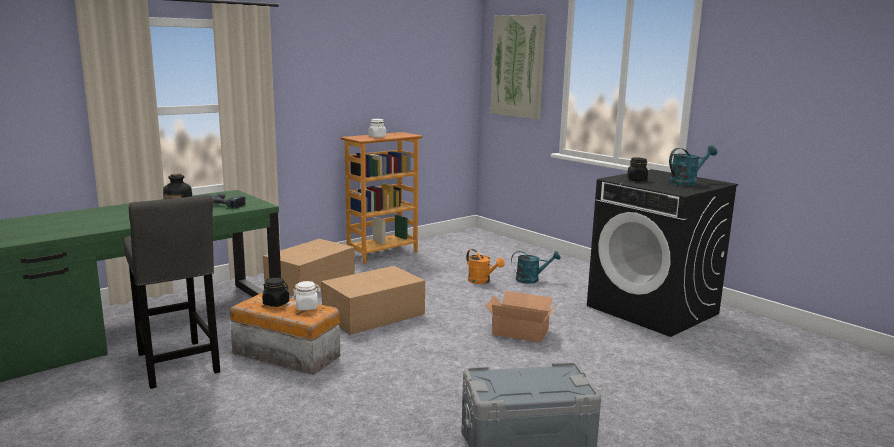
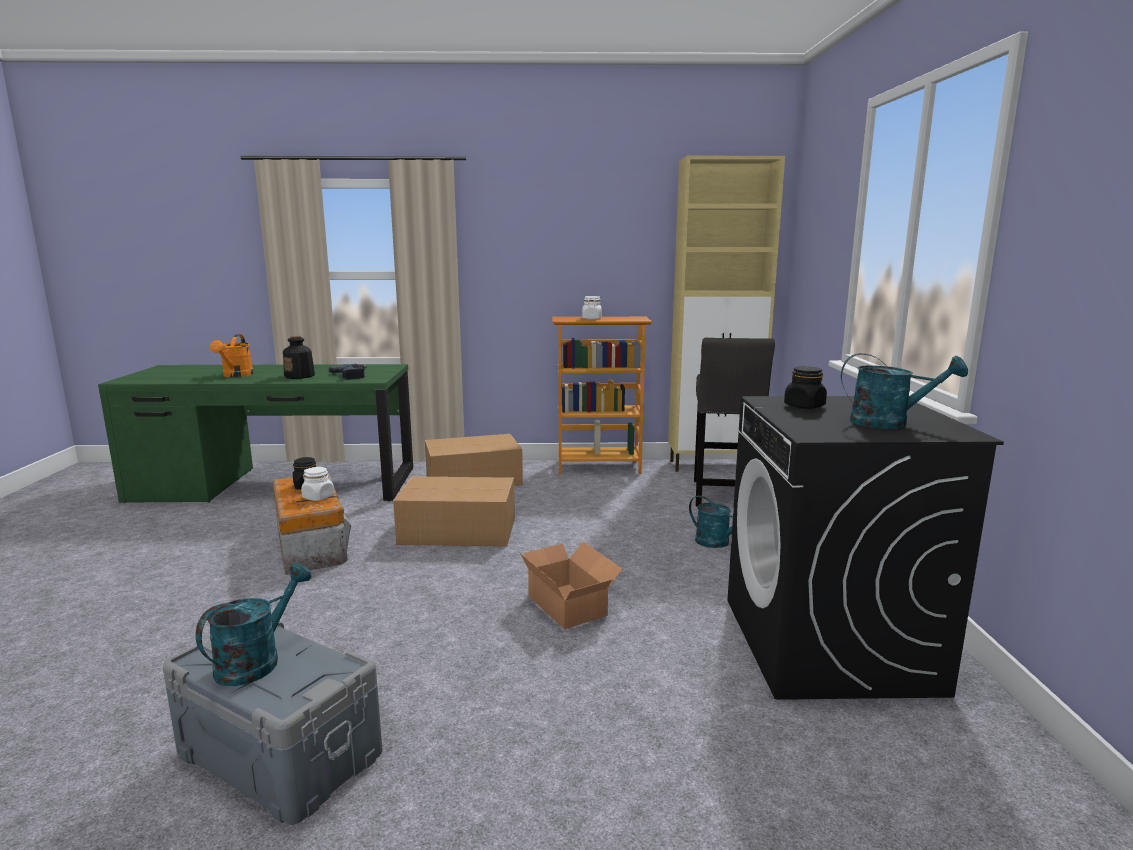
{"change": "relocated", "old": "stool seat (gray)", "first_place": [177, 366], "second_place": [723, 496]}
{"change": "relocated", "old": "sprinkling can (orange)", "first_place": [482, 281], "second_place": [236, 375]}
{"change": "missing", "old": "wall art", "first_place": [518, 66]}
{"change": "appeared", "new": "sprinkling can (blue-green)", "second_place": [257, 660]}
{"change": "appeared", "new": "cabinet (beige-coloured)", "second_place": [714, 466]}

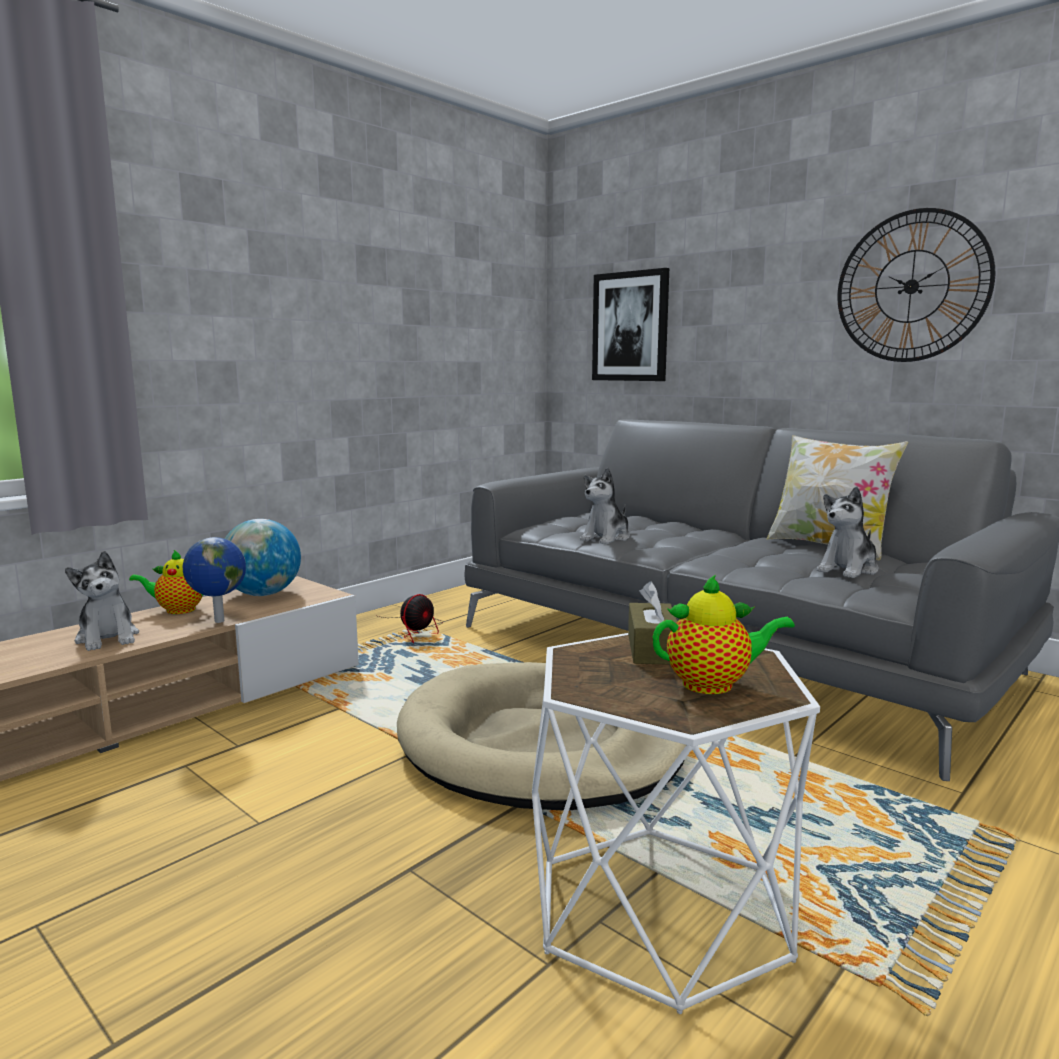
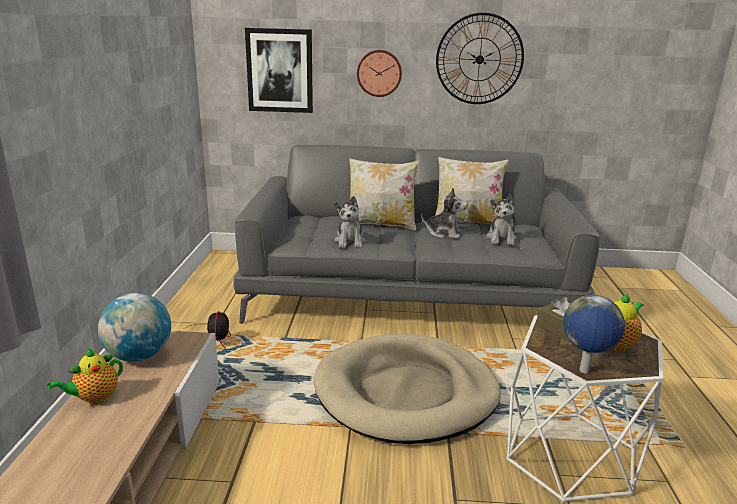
{"change": "relocated", "old": "soft toy", "first_place": [108, 638], "second_place": [444, 233]}
{"change": "relocated", "old": "world globe", "first_place": [218, 621], "second_place": [584, 371]}
{"change": "appeared", "new": "pillow", "second_place": [381, 224]}
{"change": "appeared", "new": "clock on the wall", "second_place": [379, 73]}

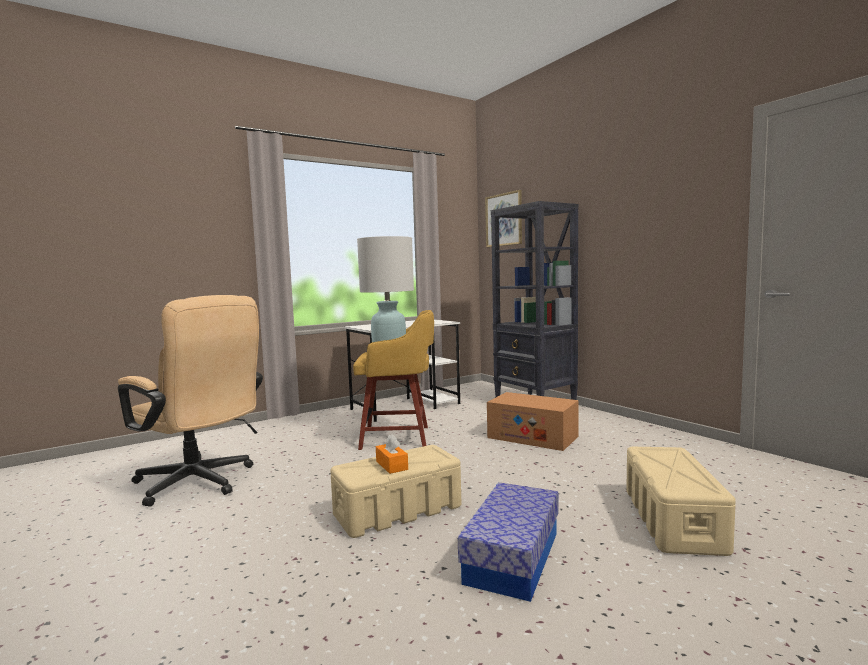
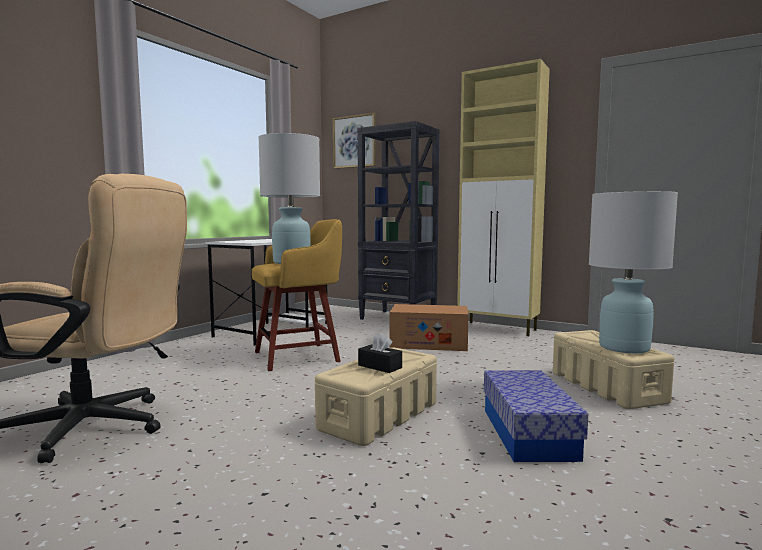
{"change": "colour", "old": "tissue holder (orange)", "new": "tissue holder (blackish)", "first_place": [391, 465], "second_place": [380, 366]}
{"change": "appeared", "new": "cabinet (beige-coloured)", "second_place": [498, 329]}
{"change": "appeared", "new": "table lamp (white)", "second_place": [624, 347]}

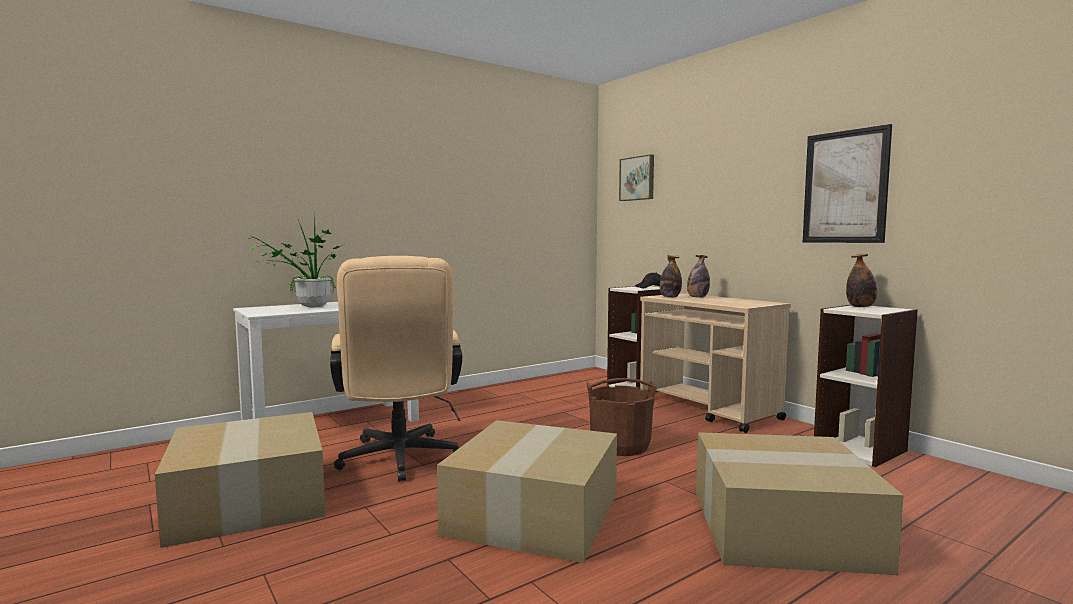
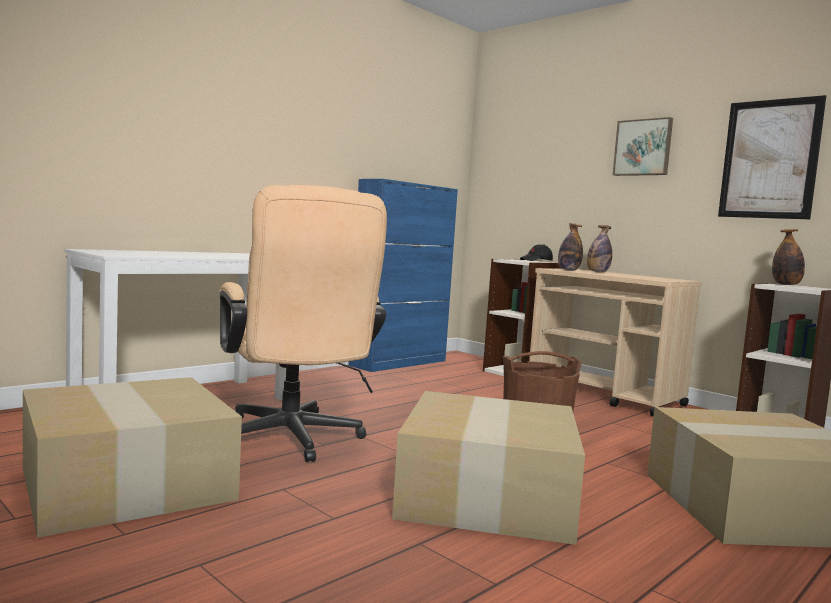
{"change": "missing", "old": "plant in a pot", "first_place": [306, 307]}
{"change": "relocated", "old": "wall art", "first_place": [637, 178], "second_place": [643, 147]}
{"change": "appeared", "new": "cabinet (bluish)", "second_place": [399, 363]}

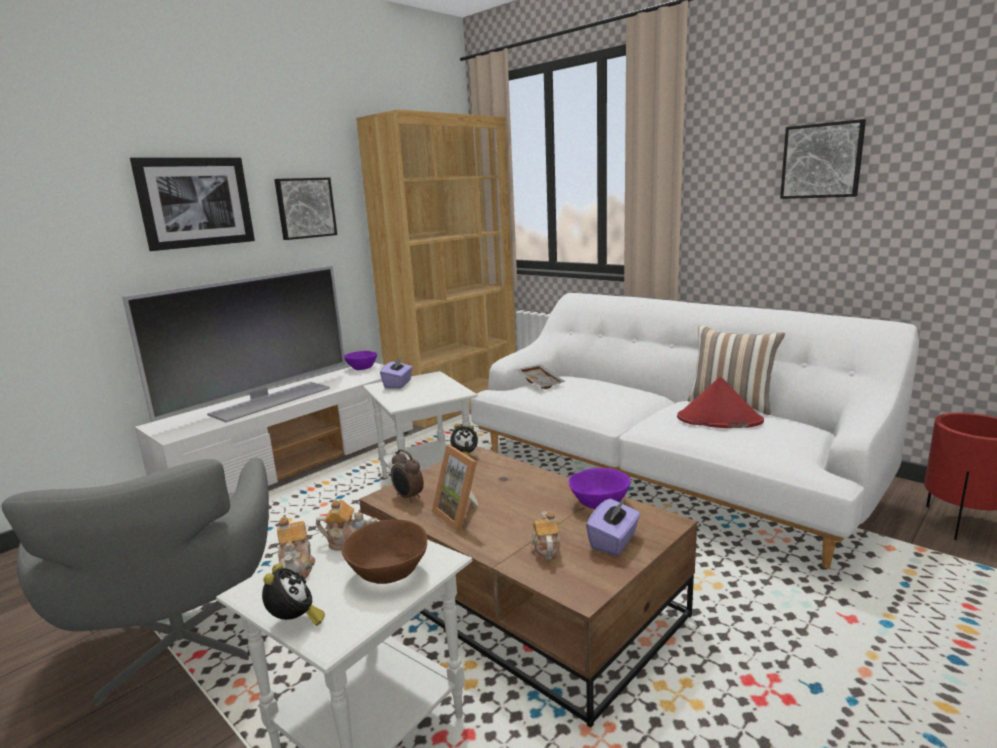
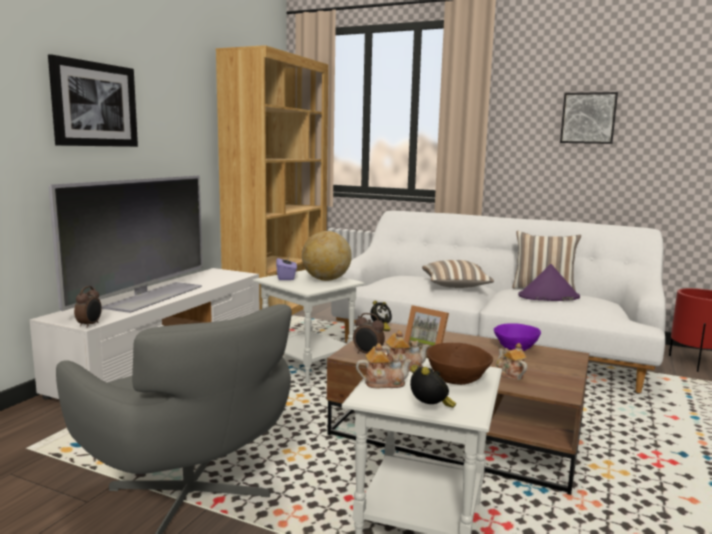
{"change": "missing", "old": "wall art", "first_place": [305, 208]}
{"change": "spun", "old": "teapot", "first_place": [297, 567], "second_place": [383, 383], "degrees": -60}
{"change": "missing", "old": "serving bowl (purple)", "first_place": [362, 368]}
{"change": "missing", "old": "carrying tray (gray)", "first_place": [541, 382]}
{"change": "missing", "old": "tissue holder (purple)", "first_place": [614, 541]}
{"change": "colour", "old": "clothing hat (red-coloured)", "new": "clothing hat (purple)", "first_place": [719, 420], "second_place": [548, 297]}
{"change": "appeared", "new": "alarm clock", "second_place": [90, 325]}
{"change": "appeared", "new": "world globe", "second_place": [326, 280]}
{"change": "appeared", "new": "pillow", "second_place": [456, 286]}

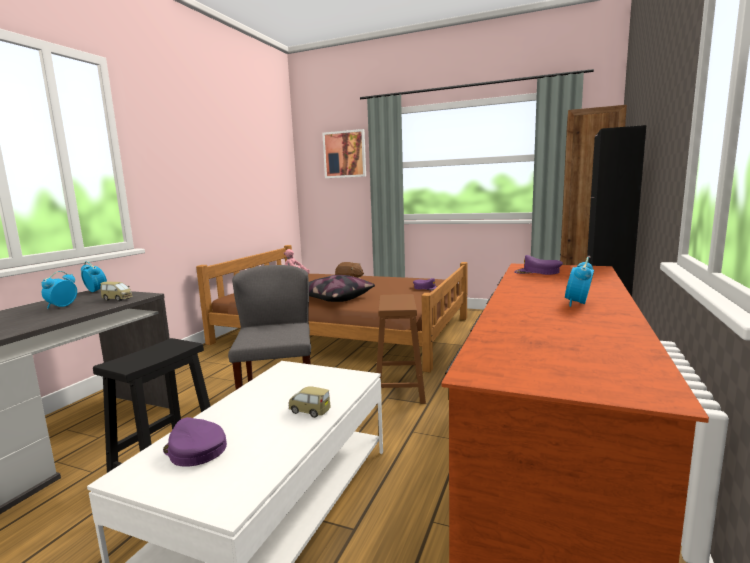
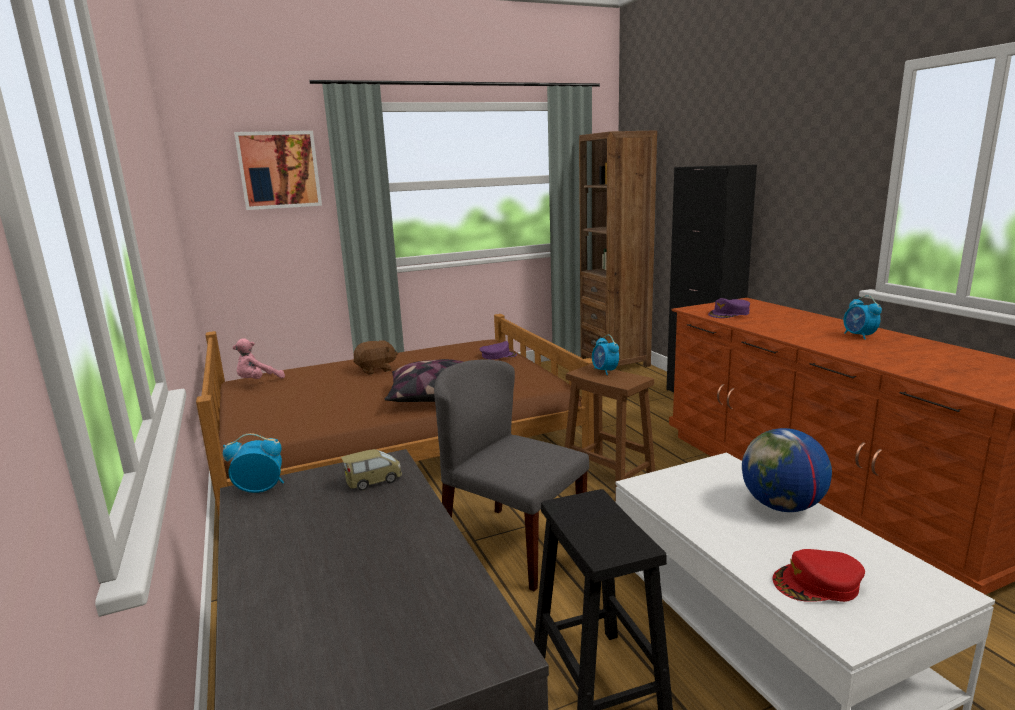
{"change": "relocated", "old": "alarm clock", "first_place": [61, 306], "second_place": [605, 371]}
{"change": "colour", "old": "peaked cap (purple)", "new": "peaked cap (red-coloured)", "first_place": [195, 449], "second_place": [817, 584]}
{"change": "exchanged", "old": "miniature car", "new": "world globe", "first_place": [309, 411], "second_place": [782, 506]}

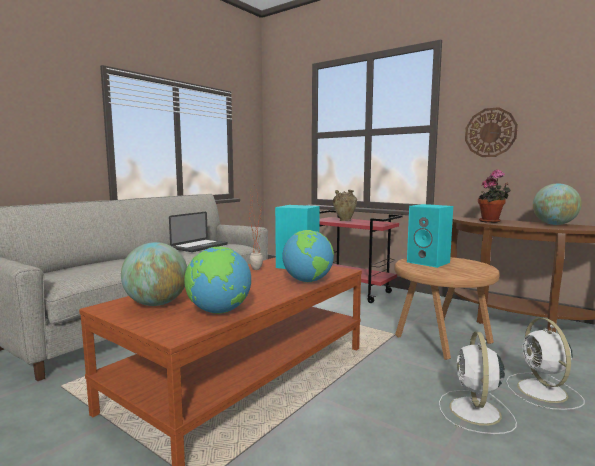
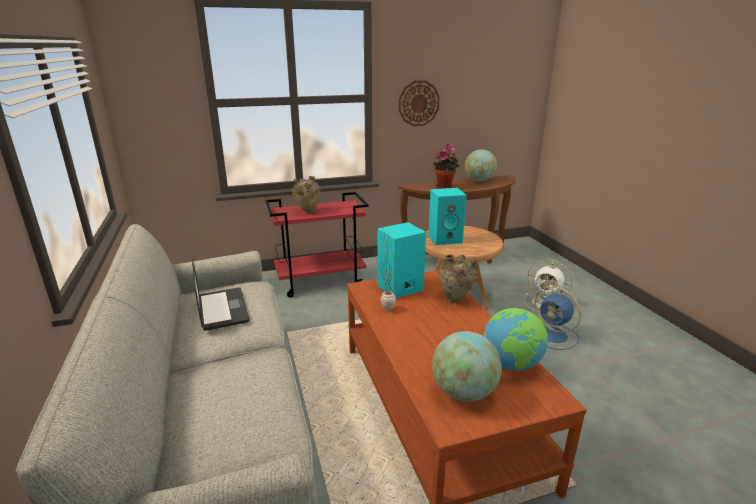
{"change": "exchanged", "old": "world globe", "new": "vase (beige-coloured)", "first_place": [308, 281], "second_place": [456, 300]}
{"change": "colour", "old": "electric fan (white)", "new": "electric fan (bluish)", "first_place": [475, 412], "second_place": [553, 336]}

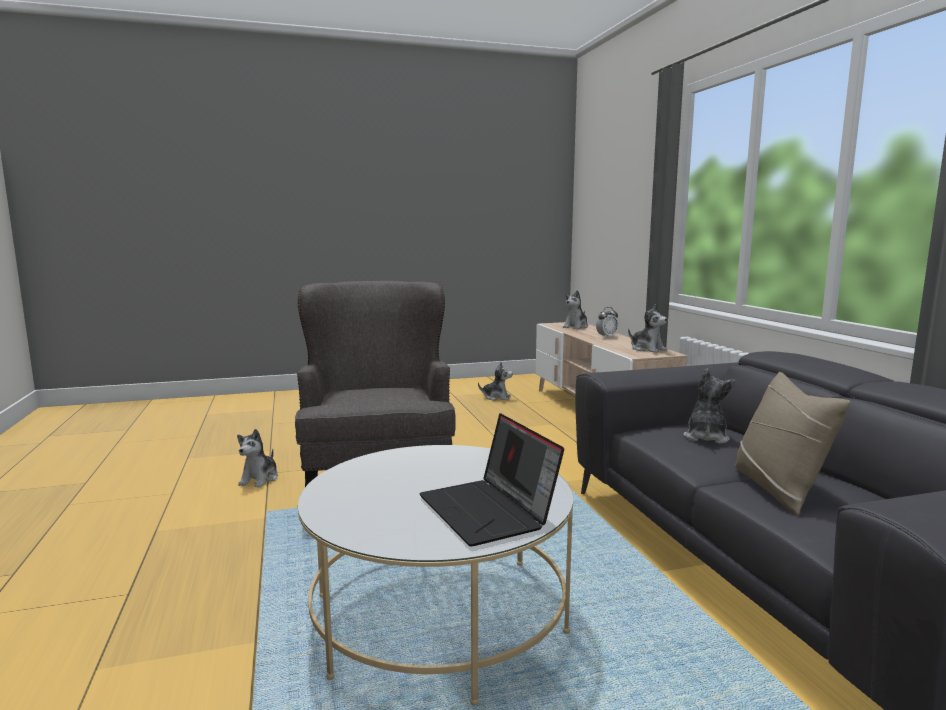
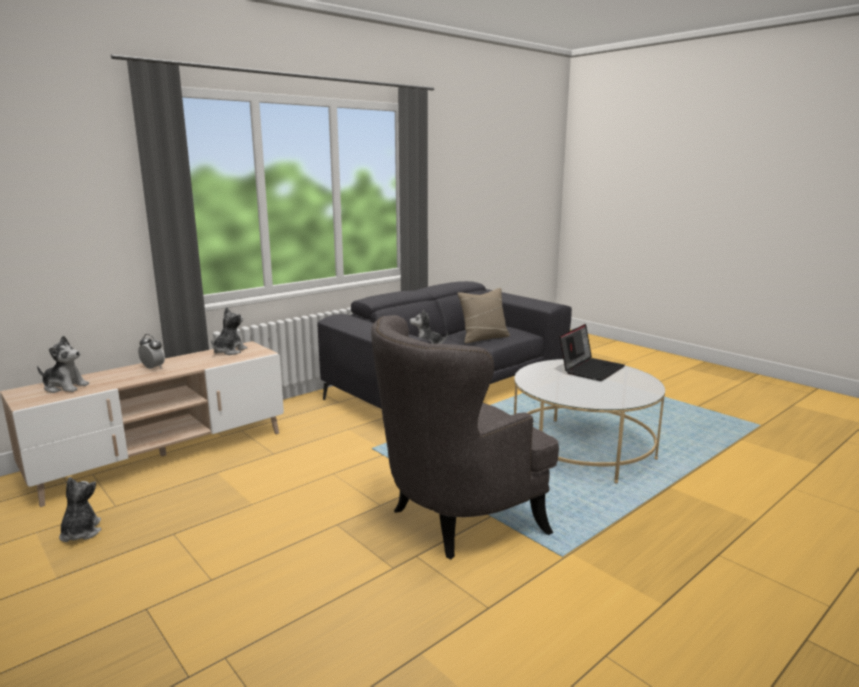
{"change": "missing", "old": "soft toy", "first_place": [260, 479]}

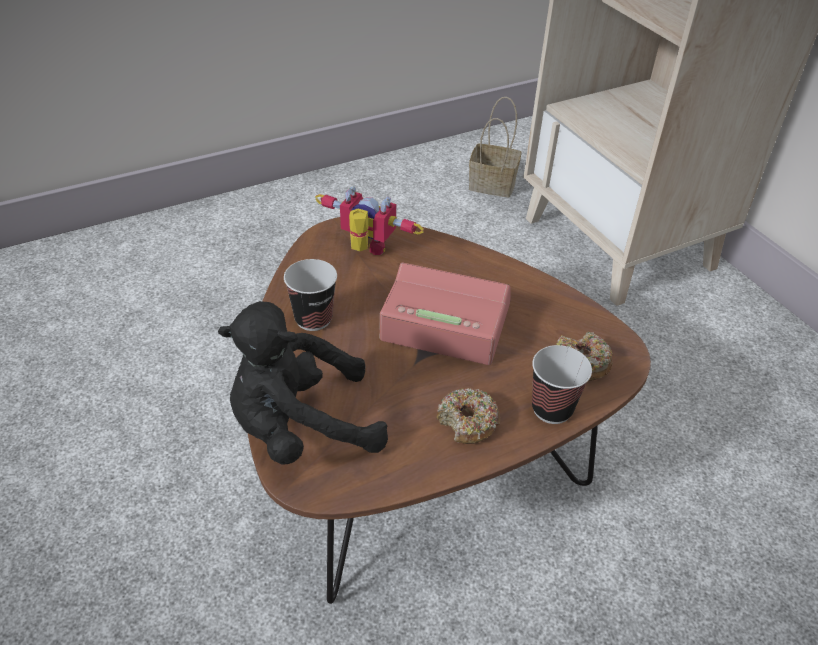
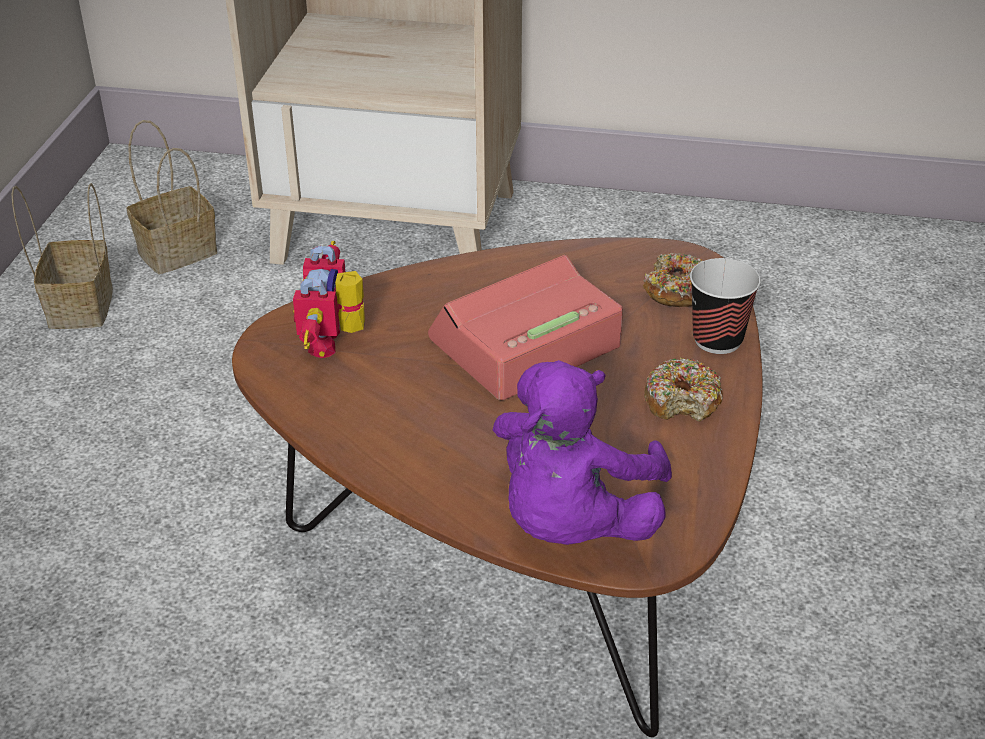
{"change": "colour", "old": "soft toy (blackish)", "new": "soft toy (purple)", "first_place": [301, 428], "second_place": [572, 522]}
{"change": "missing", "old": "drinking cup", "first_place": [313, 319]}
{"change": "spun", "old": "toy robot", "first_place": [365, 251], "second_place": [335, 342], "degrees": -60}
{"change": "appeared", "new": "basket", "second_place": [79, 306]}

